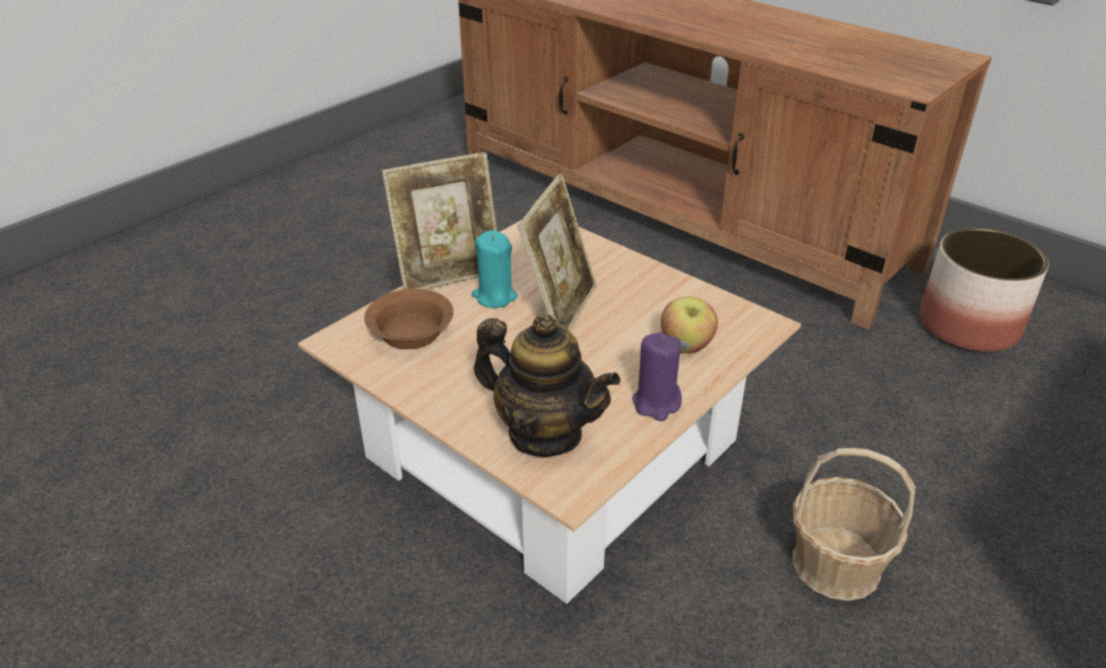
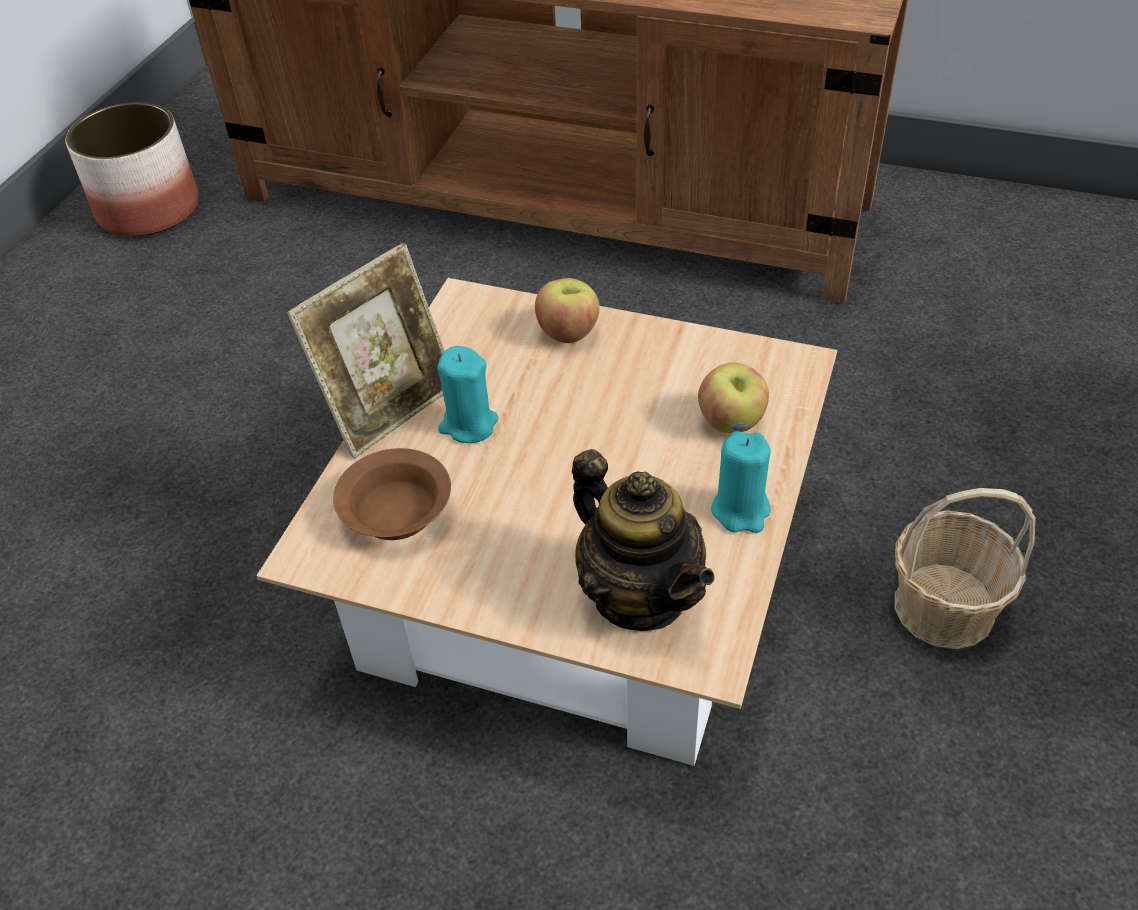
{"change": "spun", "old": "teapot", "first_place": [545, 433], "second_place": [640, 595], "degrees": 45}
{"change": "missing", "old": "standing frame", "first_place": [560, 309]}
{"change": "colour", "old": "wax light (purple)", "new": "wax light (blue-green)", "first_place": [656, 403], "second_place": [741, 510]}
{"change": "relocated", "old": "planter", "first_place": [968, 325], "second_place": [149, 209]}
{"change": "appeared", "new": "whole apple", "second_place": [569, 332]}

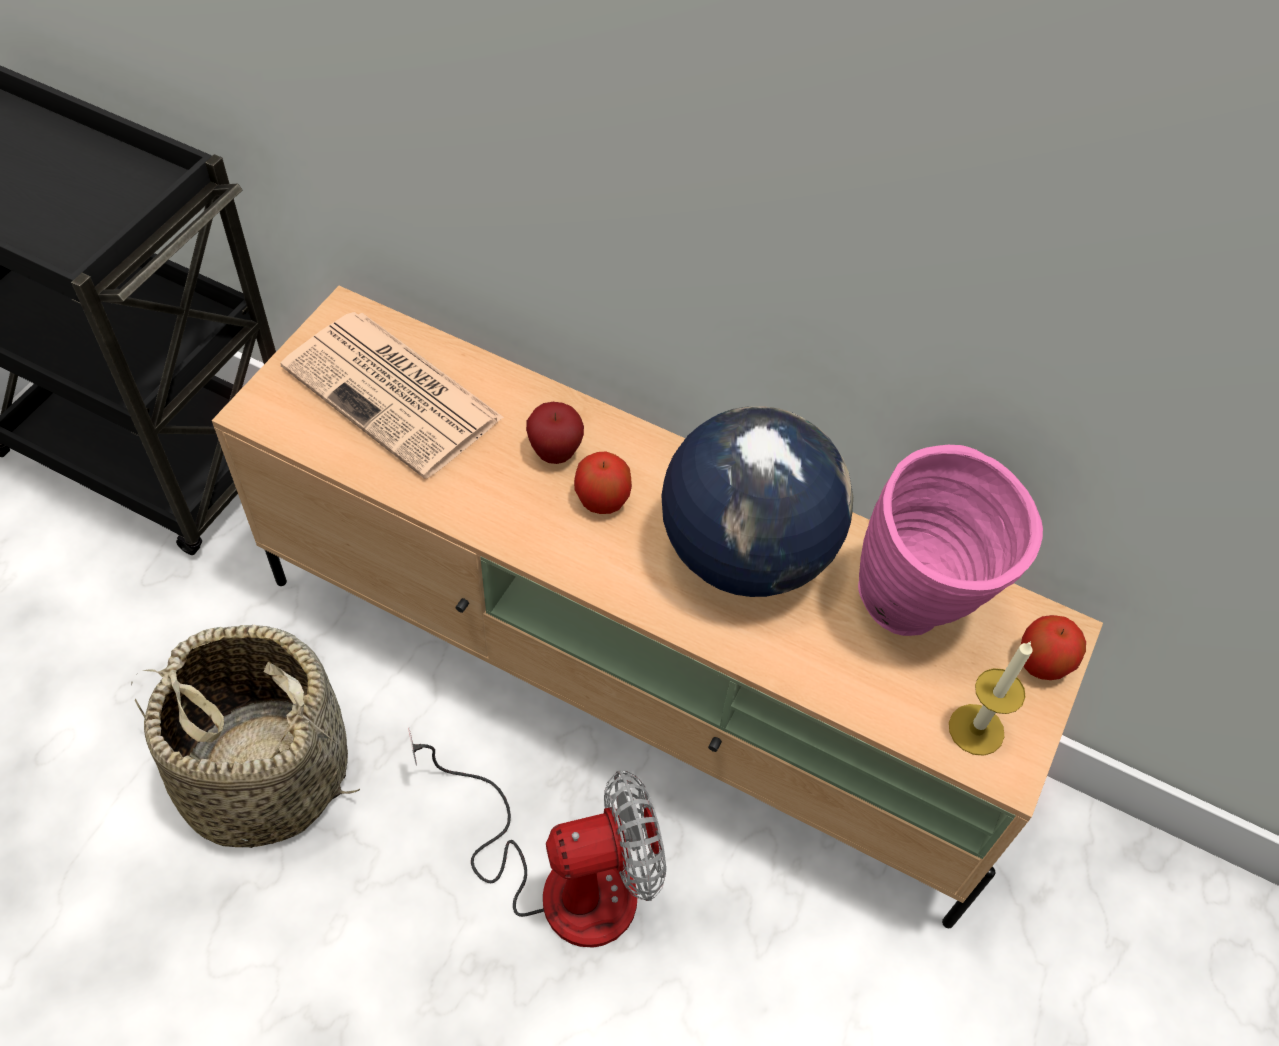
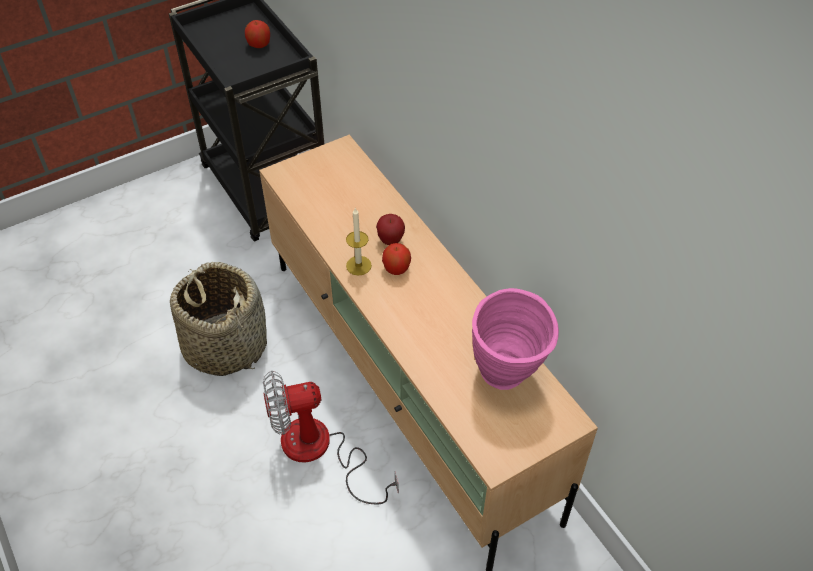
{"change": "missing", "old": "daily paper", "first_place": [395, 394]}
{"change": "spun", "old": "electric fan", "first_place": [560, 876], "second_place": [320, 451], "degrees": 150}
{"change": "missing", "old": "world globe", "first_place": [744, 552]}
{"change": "relocated", "old": "wax light", "first_place": [976, 729], "second_place": [358, 265]}
{"change": "relocated", "old": "whole apple", "first_place": [1042, 662], "second_place": [259, 45]}

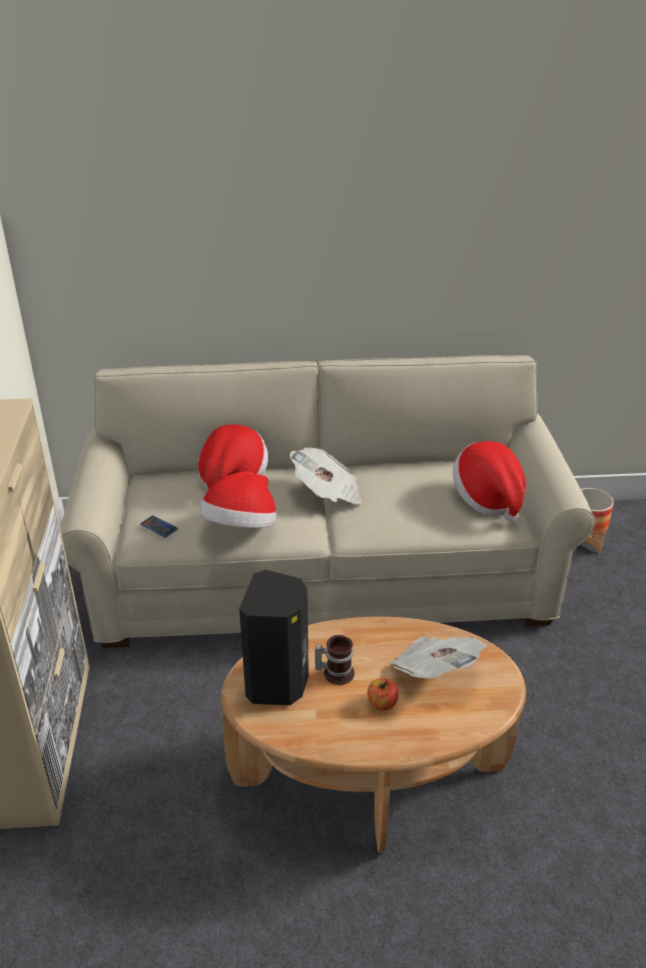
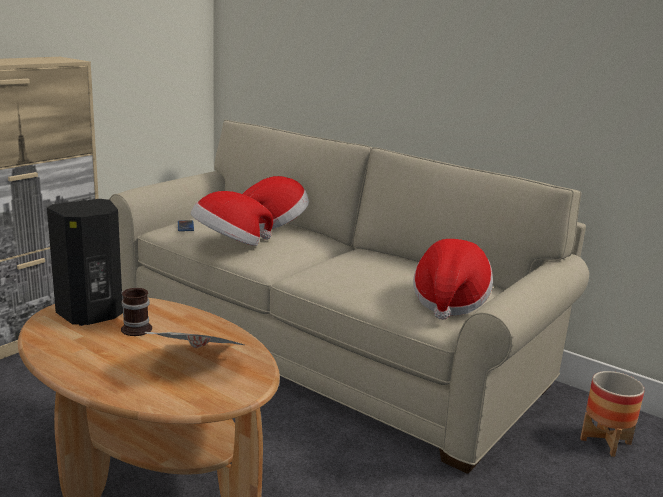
{"change": "missing", "old": "daily paper", "first_place": [328, 493]}
{"change": "missing", "old": "whole apple", "first_place": [382, 703]}

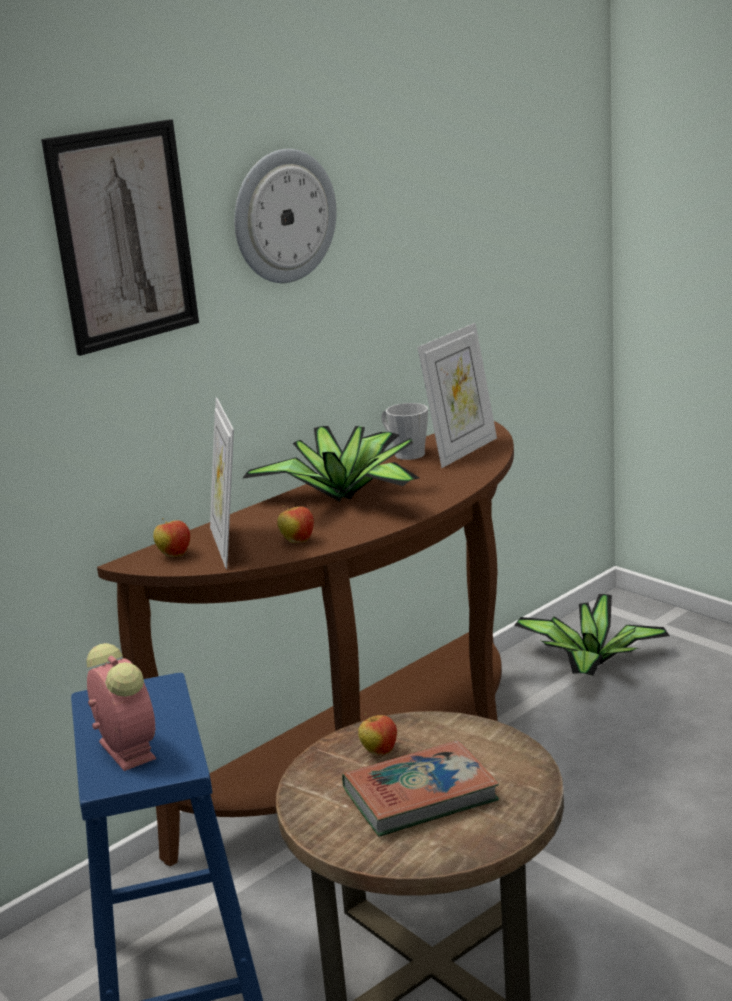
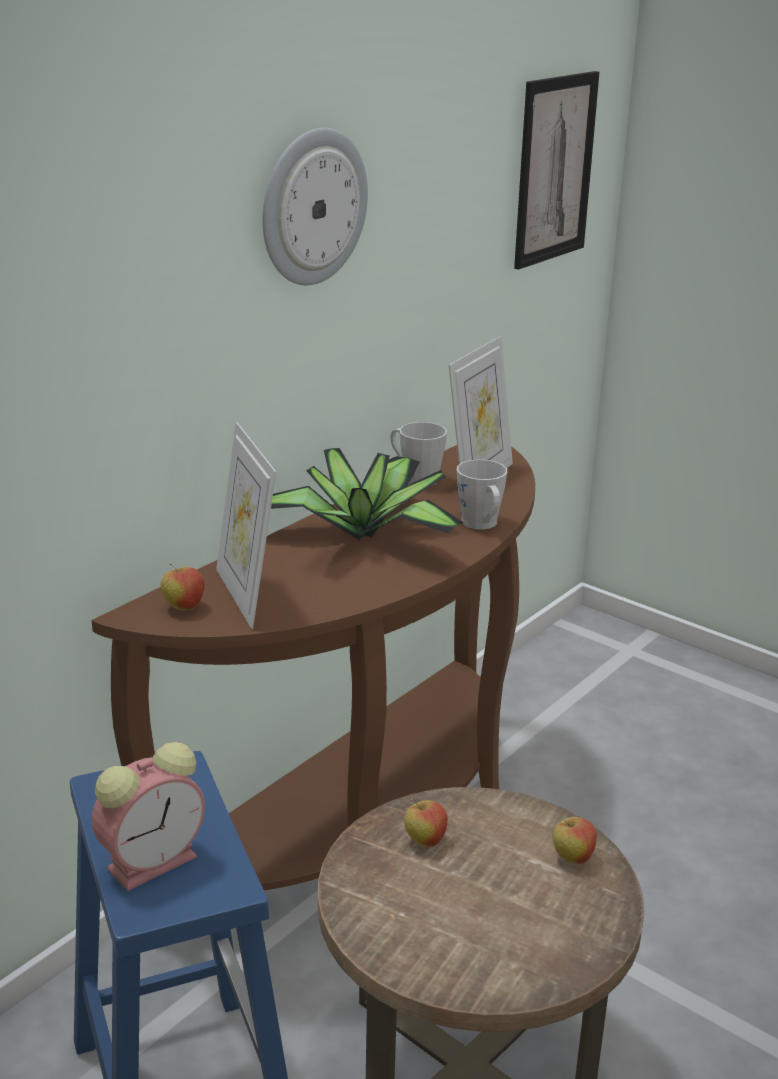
{"change": "relocated", "old": "wall art", "first_place": [123, 236], "second_place": [554, 169]}
{"change": "spun", "old": "alarm clock", "first_place": [125, 749], "second_place": [155, 860], "degrees": 90}
{"change": "relocated", "old": "whole apple", "first_place": [297, 541], "second_place": [572, 858]}
{"change": "missing", "old": "book", "first_place": [420, 795]}
{"change": "missing", "old": "plant in a pot", "first_place": [592, 664]}
{"change": "appeared", "new": "mug (gray)", "second_place": [482, 524]}

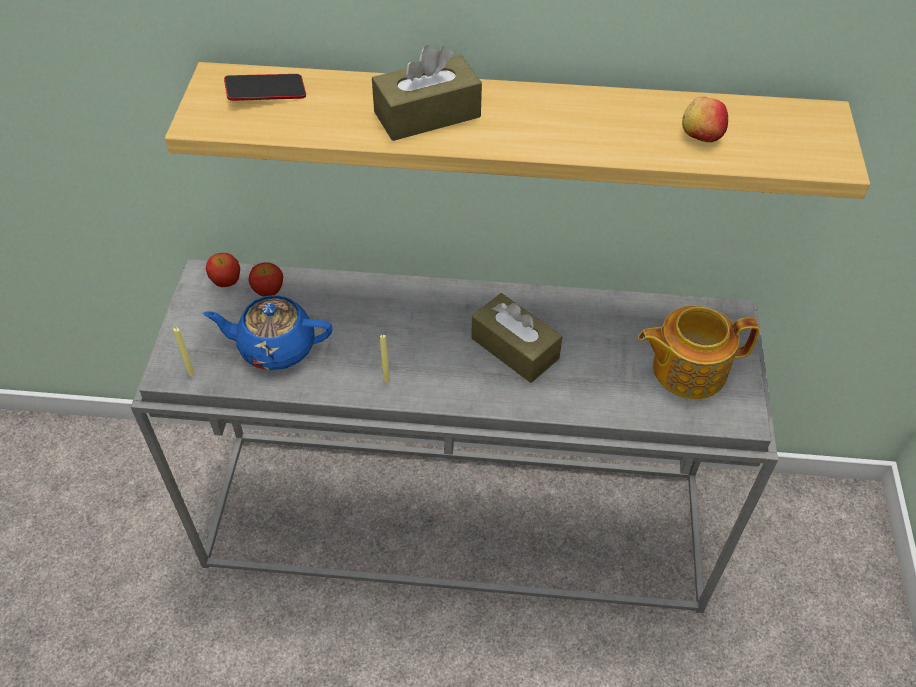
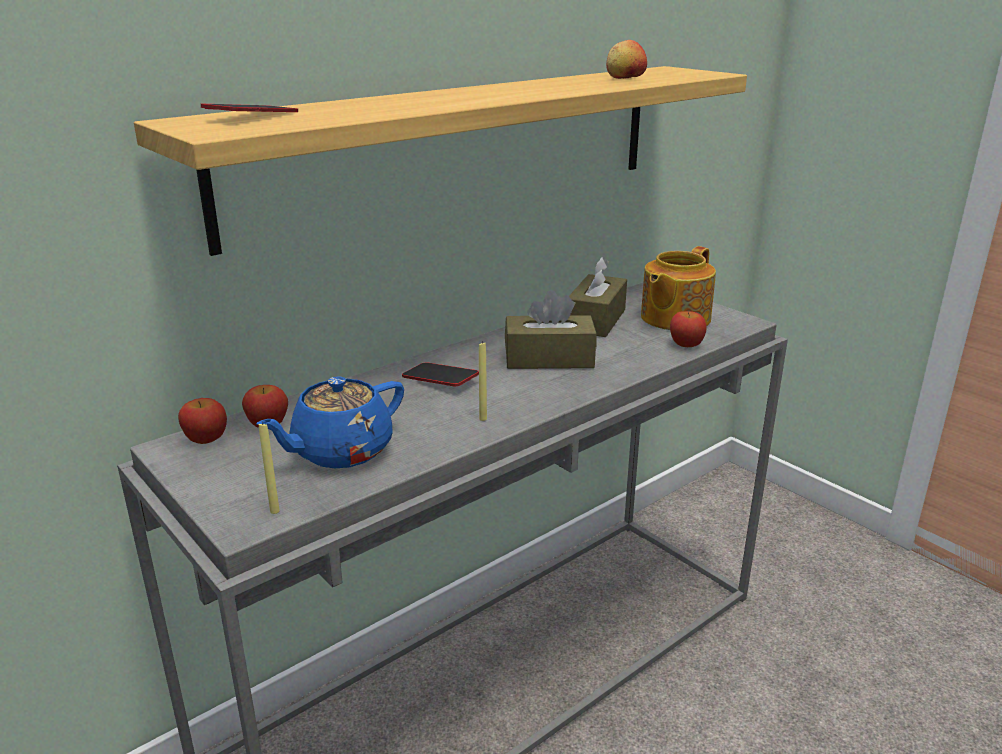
{"change": "relocated", "old": "tissue holder (brown)", "first_place": [427, 114], "second_place": [595, 320]}
{"change": "appeared", "new": "handset", "second_place": [440, 380]}
{"change": "appeared", "new": "whole apple", "second_place": [685, 345]}

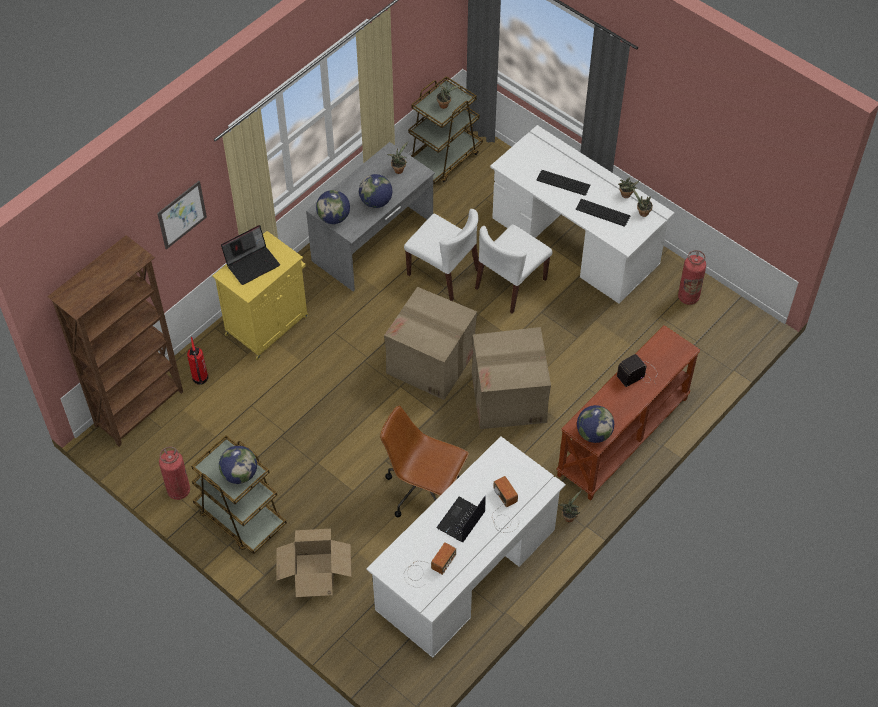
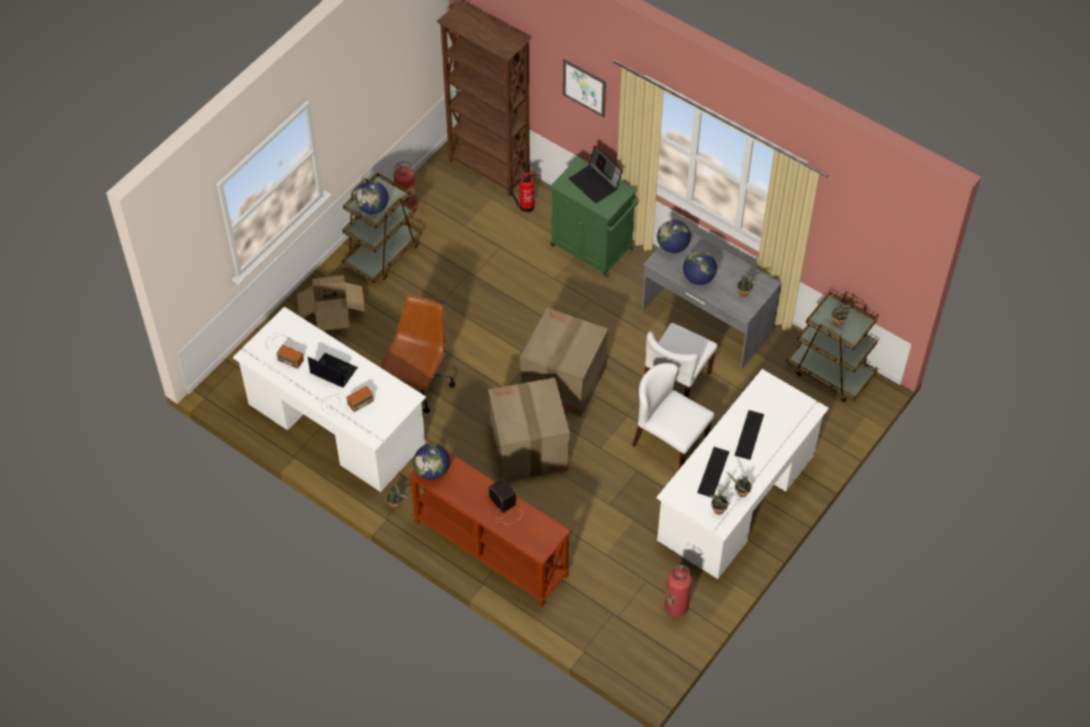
{"change": "colour", "old": "cabinet (yellow)", "new": "cabinet (green-coloured)", "first_place": [268, 324], "second_place": [592, 248]}

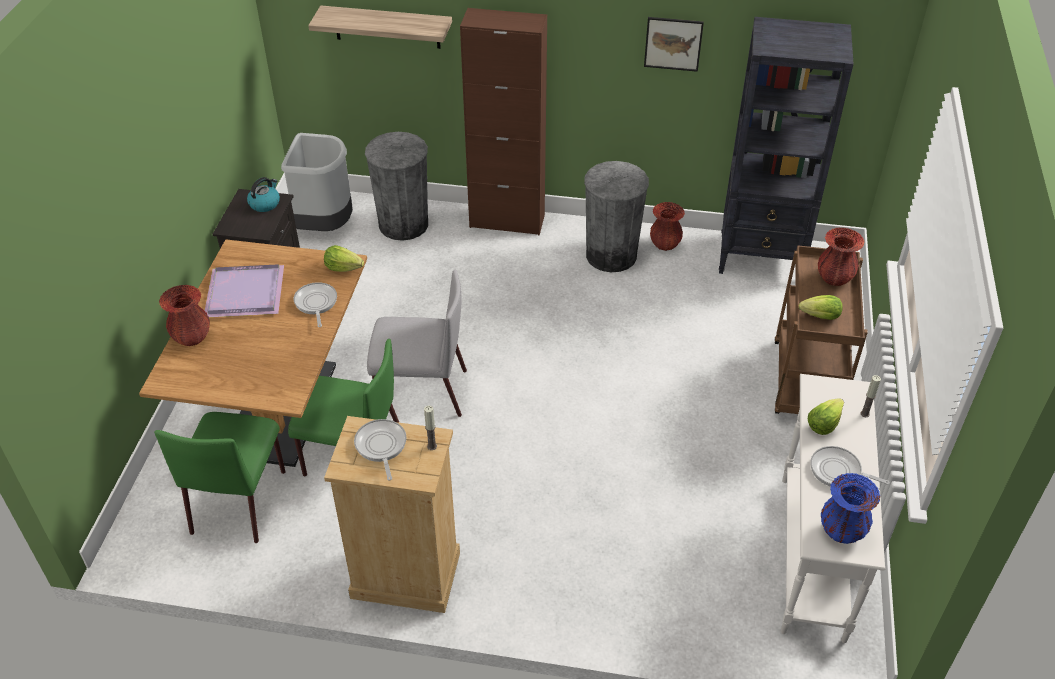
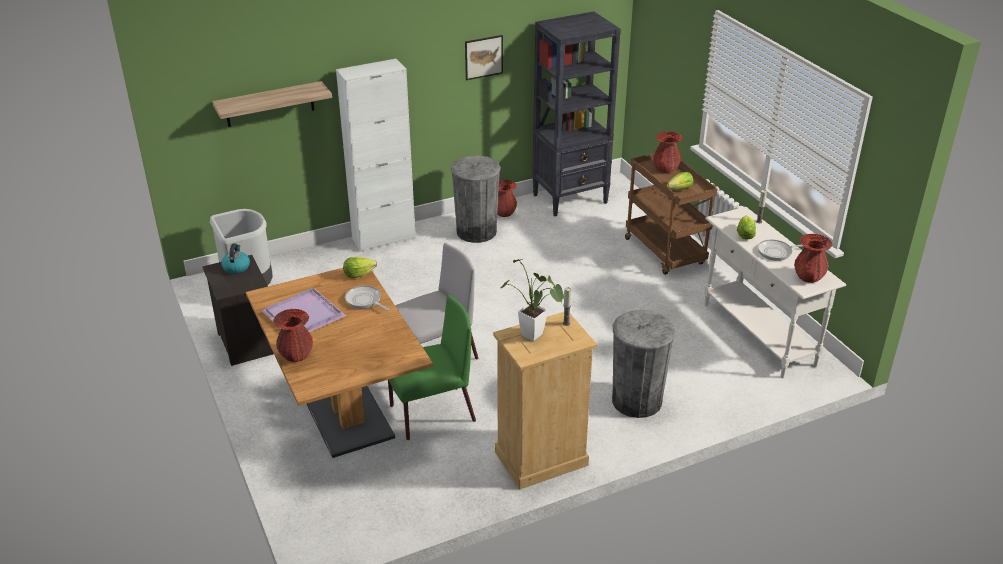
{"change": "missing", "old": "plain chair (green-coloured)", "first_place": [239, 500]}
{"change": "exchanged", "old": "skillet", "new": "plant in a pot", "first_place": [381, 446], "second_place": [535, 337]}
{"change": "relocated", "old": "rubbish bin (gray)", "first_place": [403, 224], "second_place": [636, 401]}
{"change": "colour", "old": "cabinet (brown)", "new": "cabinet (white)", "first_place": [507, 221], "second_place": [384, 238]}
{"change": "colour", "old": "vase (bluish)", "new": "vase (red-coloured)", "first_place": [841, 530], "second_place": [808, 277]}

